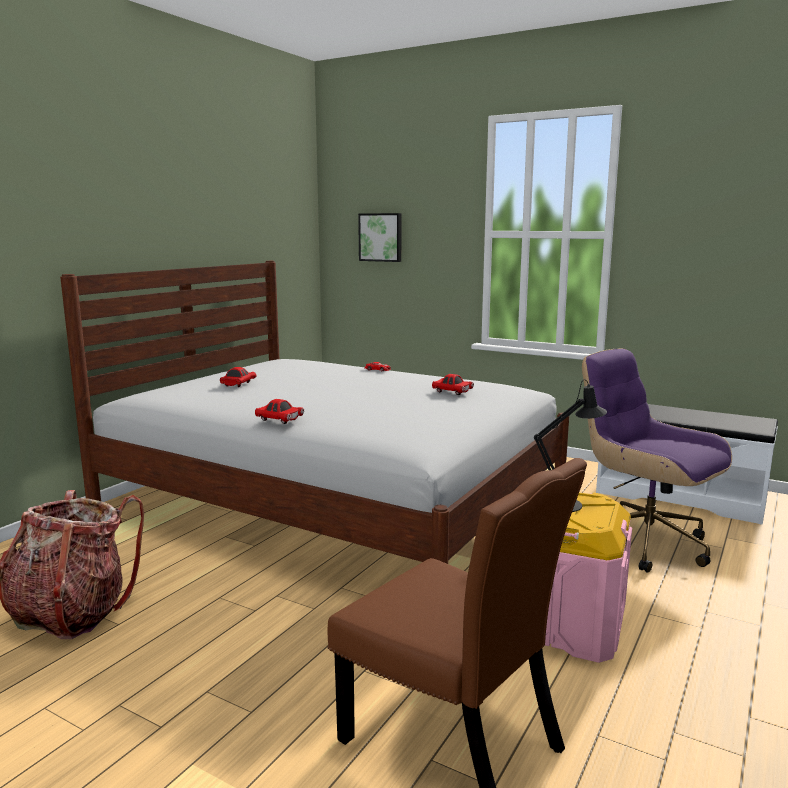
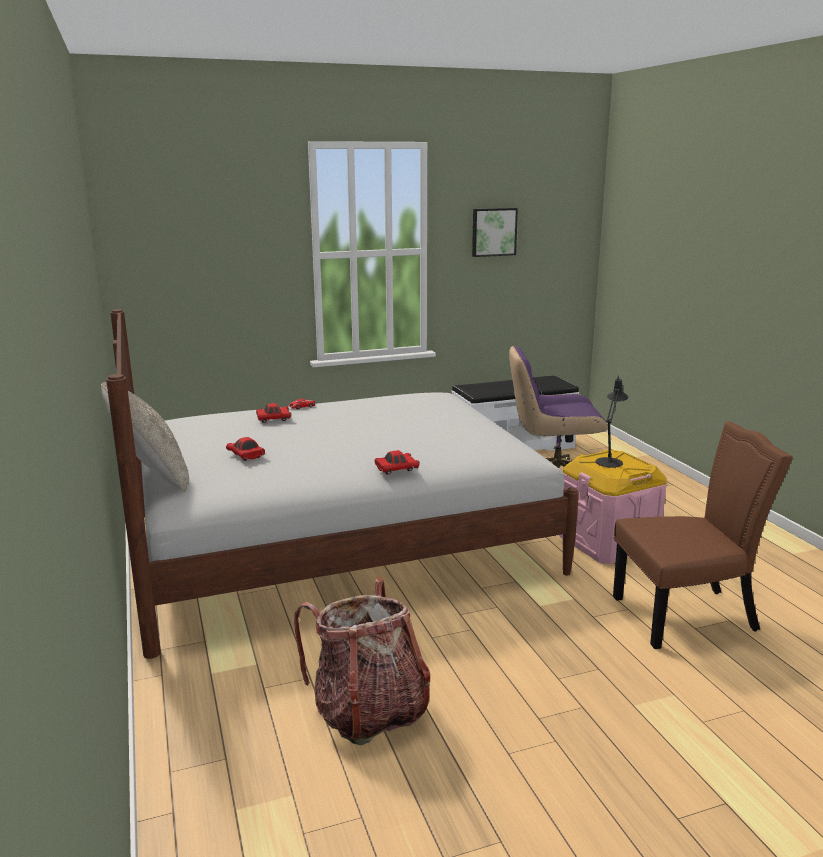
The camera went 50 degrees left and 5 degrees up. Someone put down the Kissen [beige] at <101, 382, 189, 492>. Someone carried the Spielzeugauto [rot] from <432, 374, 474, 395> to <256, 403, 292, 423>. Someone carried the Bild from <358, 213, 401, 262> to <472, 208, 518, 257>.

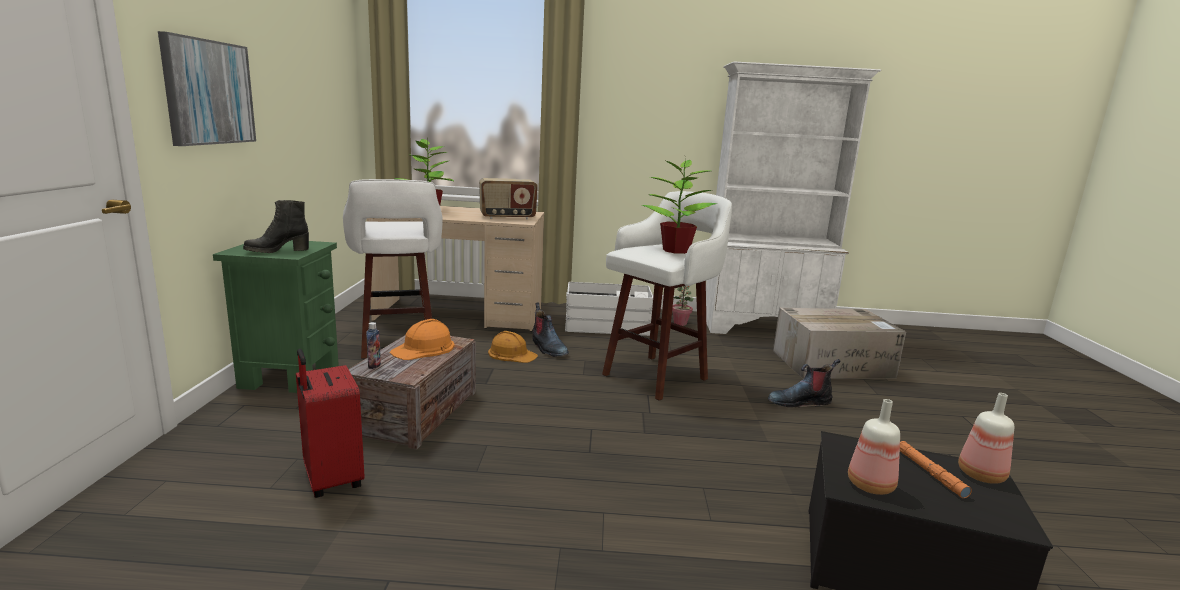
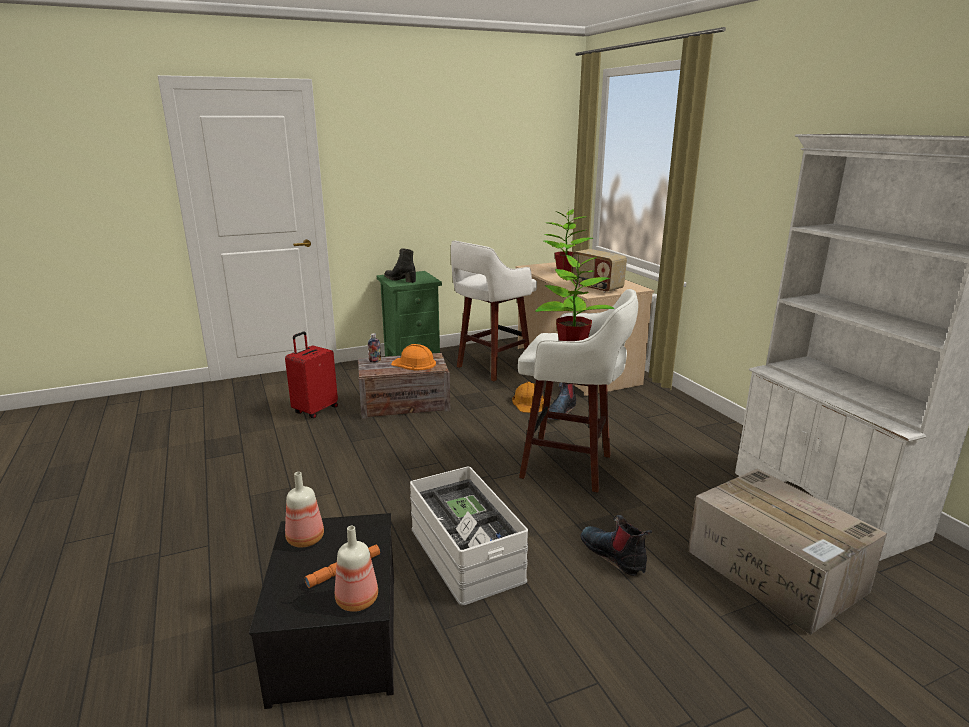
The camera went 65 degrees right and 5 degrees up. Someone carried the Aufbewahrungsbox [weiß] from <565, 282, 653, 336> to <410, 467, 528, 606>. Someone took away the Bild at <158, 31, 256, 146>. Someone took away the Topfpflanze at <672, 286, 694, 326>.

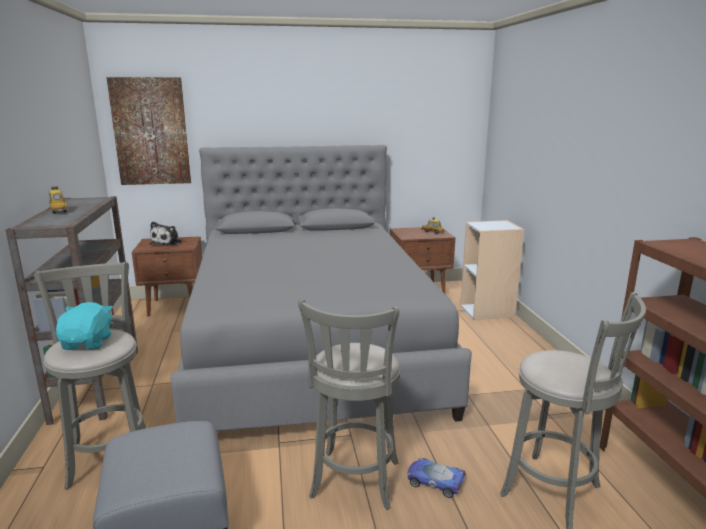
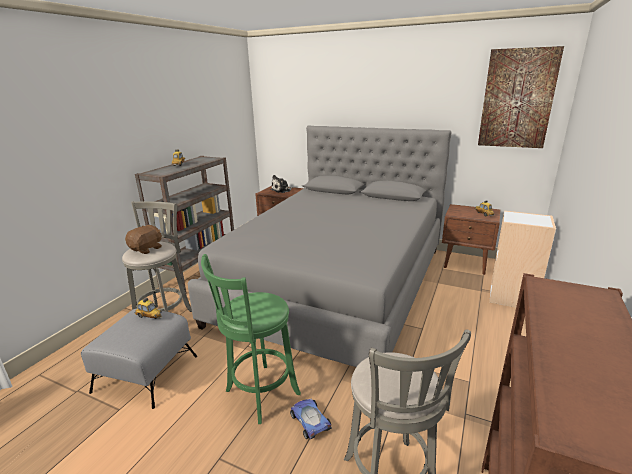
The camera went 35 degrees right and 5 degrees up. Someone repainted the Plüschtier [türkis] at <56, 302, 112, 350>, which became the Plüschtier [braun] at <125, 225, 162, 254>. Someone put down the Spielzeugauto at <134, 298, 162, 319>. Someone repainted the Hocker [grau] at <298, 299, 400, 510>, which became the Hocker [grün] at <201, 254, 301, 424>. Someone carried the Bild from <107, 77, 191, 185> to <478, 46, 564, 148>.

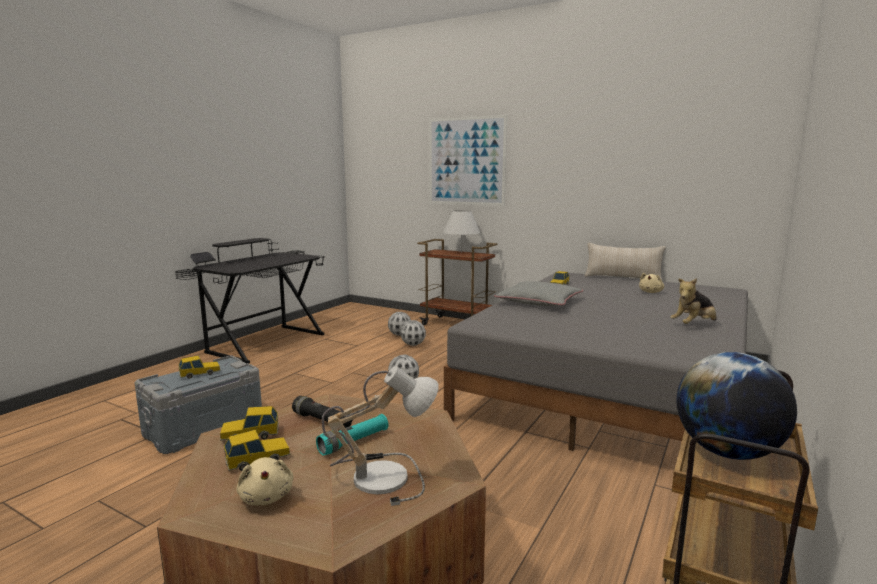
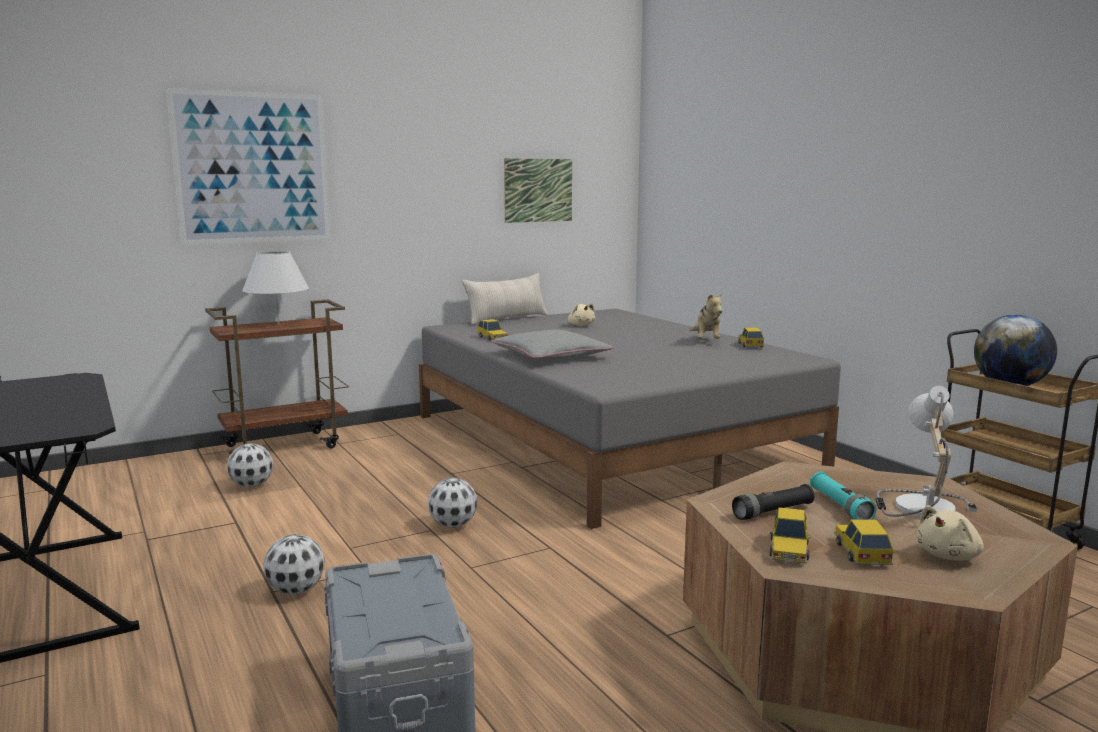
The camera went 60 degrees left and 0 degrees up. Someone carried the Fußball from <401, 320, 426, 346> to <263, 534, 325, 594>. Someone put up the Bild at <504, 158, 572, 223>. Someone carried the Spielzeugauto from <179, 355, 220, 379> to <738, 327, 764, 347>. Someone rotated the Plüschtier [beige] at <236, 457, 294, 505> by 135 degrees clockwise.

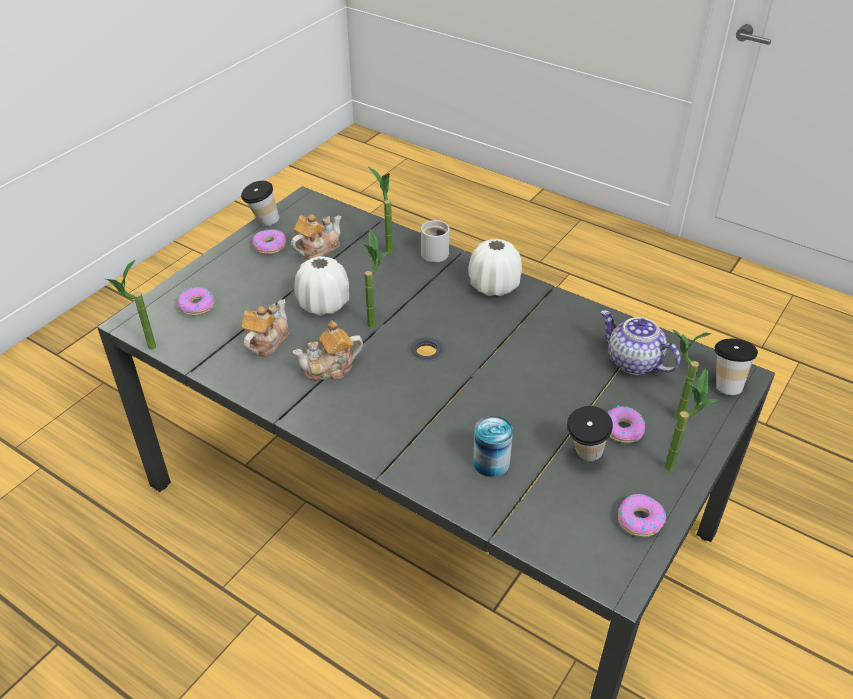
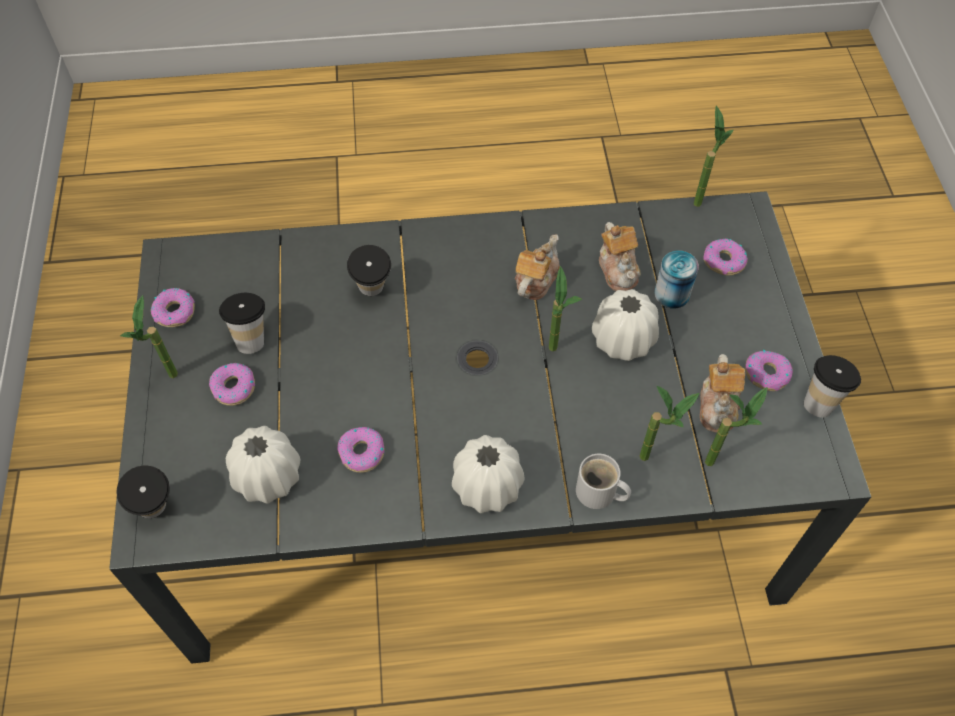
The camera went 140 degrees right and 15 degrees up. Someone swapped the Teekanne at <601, 310, 681, 375> for the Vase [weiß] at <226, 426, 300, 504>. Someone put down the Donut at <337, 427, 385, 473>. Someone put down the Tasse at <347, 245, 391, 296>. Someone carried the Dose from <473, 416, 513, 477> to <654, 250, 699, 309>. Someone carried the Topfpflanze from <672, 329, 712, 419> to <705, 387, 768, 466>.

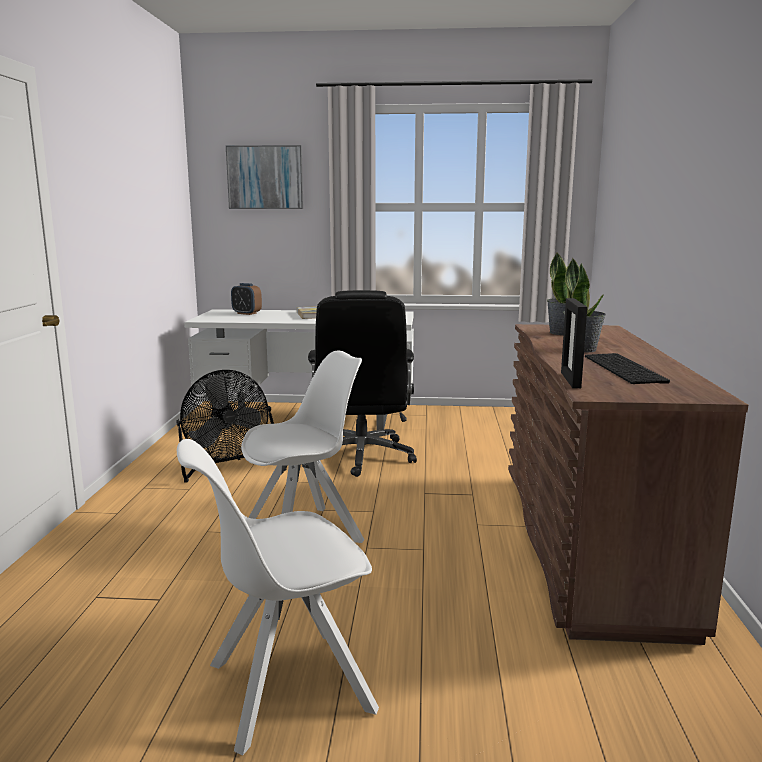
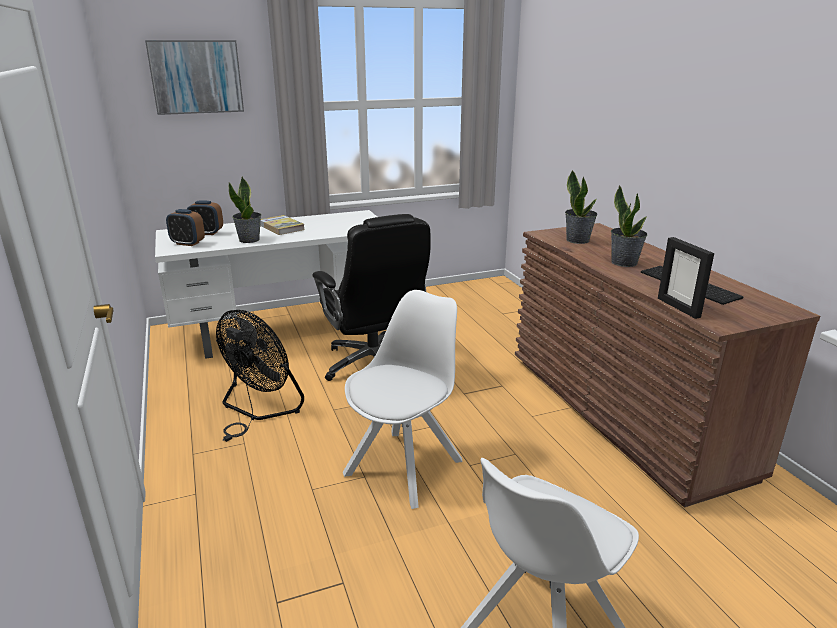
The camera went 25 degrees left and 10 degrees up. Someone put down the Wecker at <166, 209, 205, 246>. Someone rotated the Ventilator [schwarz] at <176, 370, 274, 483> by 90 degrees counterclockwise. Someone put down the Topfpflanze at <229, 176, 261, 243>.

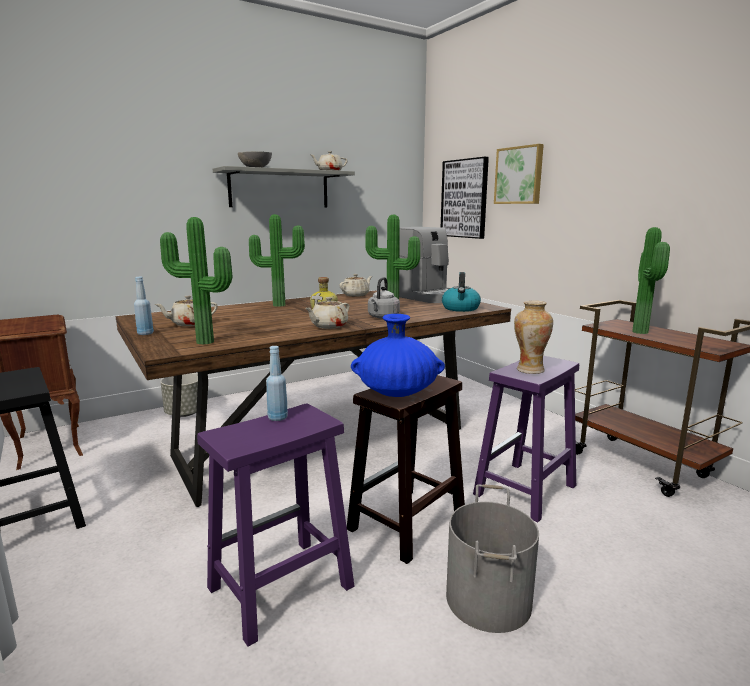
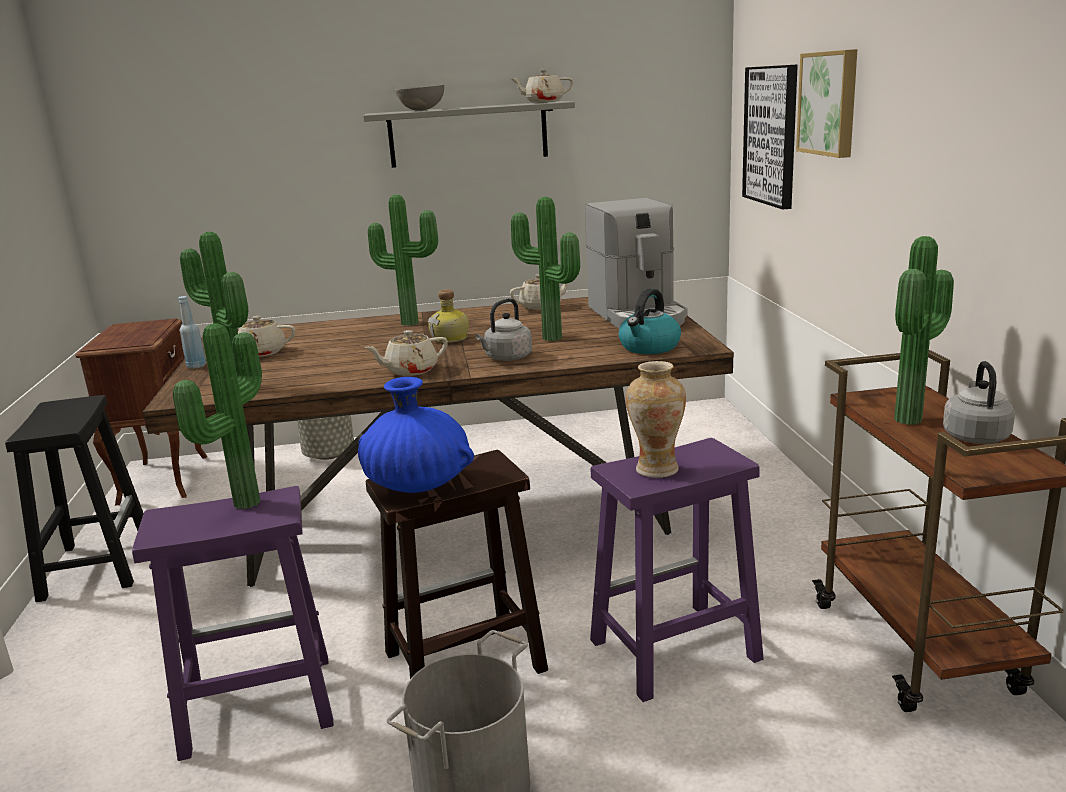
The camera went 25 degrees right and 5 degrees up. Someone swapped the Flasche [blau] at <266, 346, 288, 421> for the Topfpflanze at <173, 323, 262, 509>. Someone put down the Wasserkessel [grau] at <943, 361, 1015, 444>.

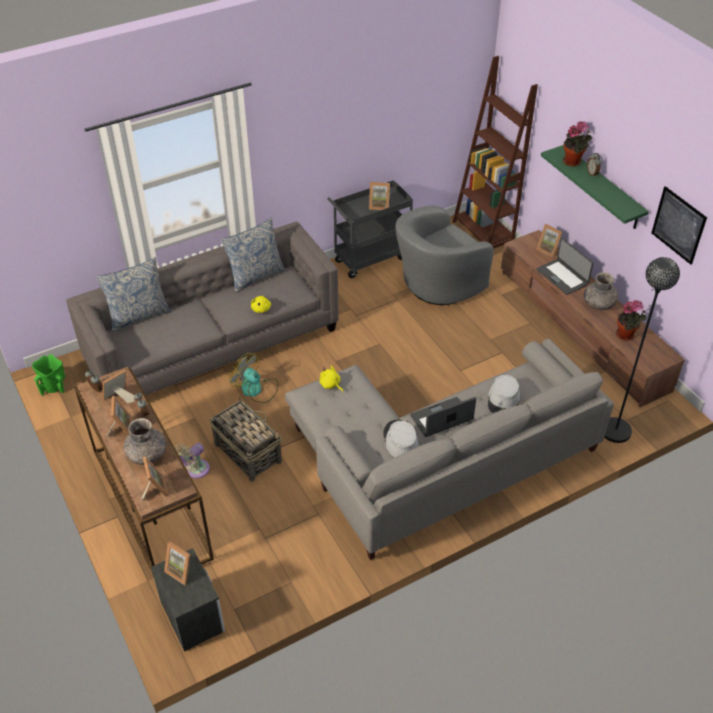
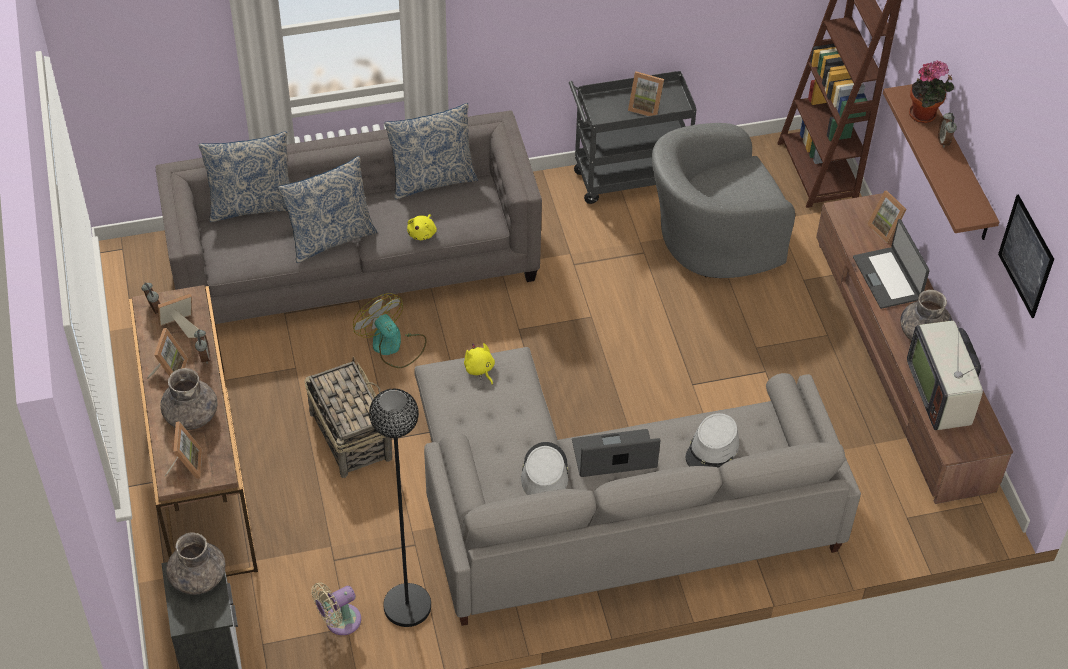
The camera went 15 degrees right and 5 degrees up. Someone swapped the Bilderrahmen at <164, 541, 191, 585> for the Vase [grau] at <166, 532, 225, 595>. Someone put down the Kissen at <278, 156, 377, 263>. Someone carried the Ventilator [beige] from <175, 443, 210, 479> to <311, 582, 361, 635>. Someone carried the Stehlampe [schwarz] from <604, 257, 680, 443> to <369, 388, 431, 627>. Someone repainted the Wandregal [grün] at <541, 145, 649, 229>, which became the Wandregal [braun] at <883, 84, 999, 240>. Someone swapped the Topfpflanze at <616, 300, 647, 341> for the Fernseher at <907, 321, 983, 430>. Someone took away the Vase [grün] at <32, 354, 65, 395>.

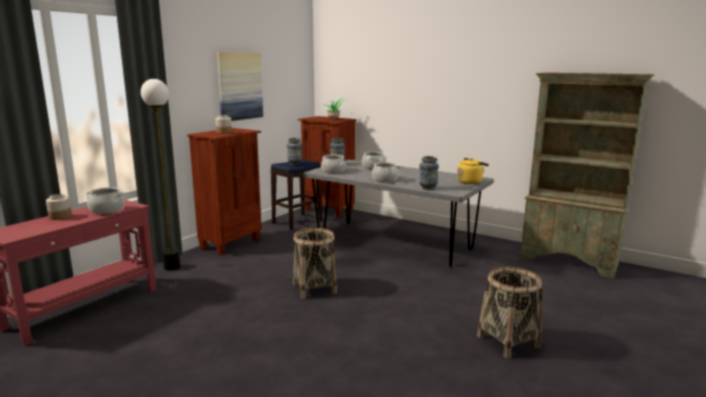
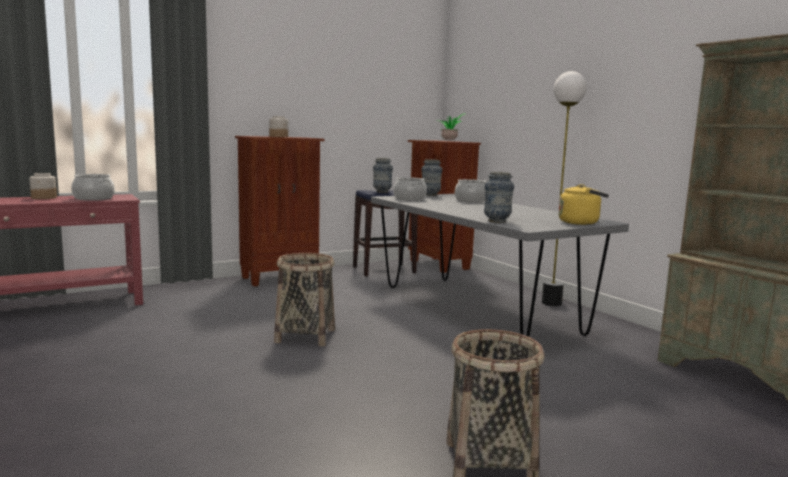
The camera went 25 degrees right and 5 degrees down. Someone carried the Stehlampe from <141, 79, 181, 271> to <542, 71, 587, 306>. Someone took away the Bild at <217, 52, 263, 121>. Someone took away the Kochtopf at <372, 162, 398, 183>.

